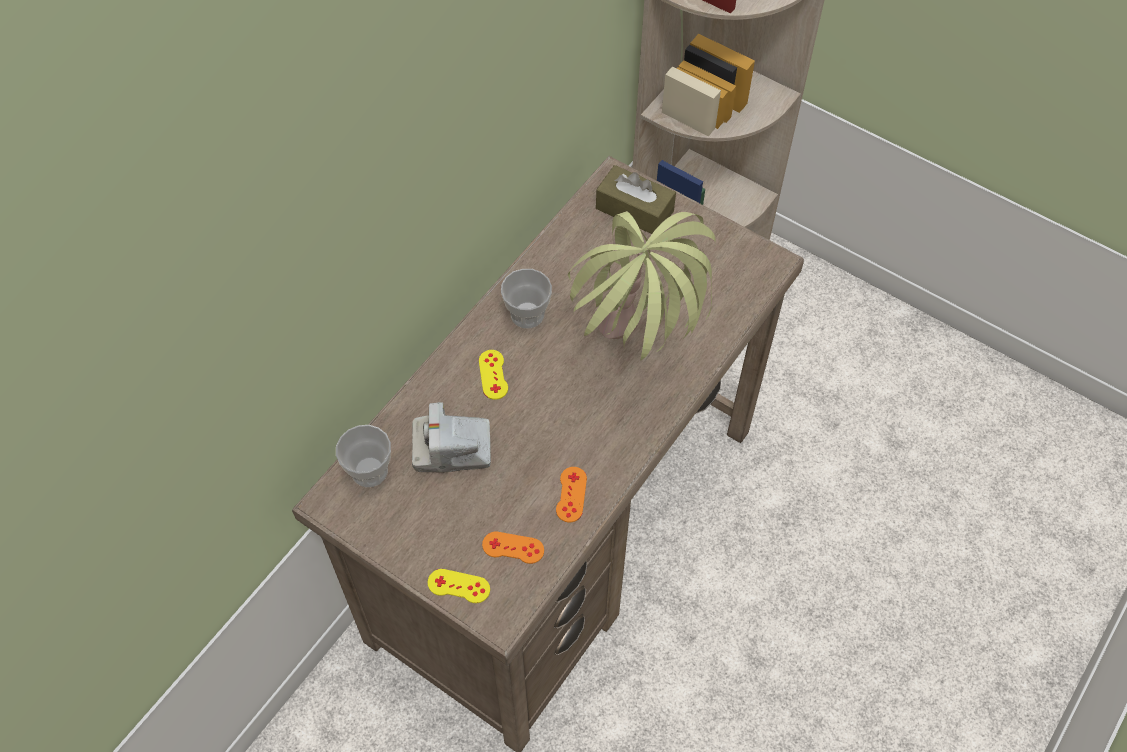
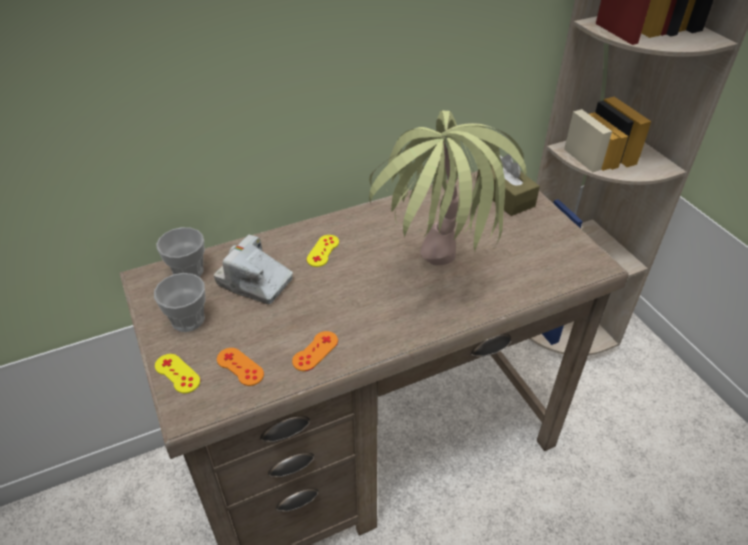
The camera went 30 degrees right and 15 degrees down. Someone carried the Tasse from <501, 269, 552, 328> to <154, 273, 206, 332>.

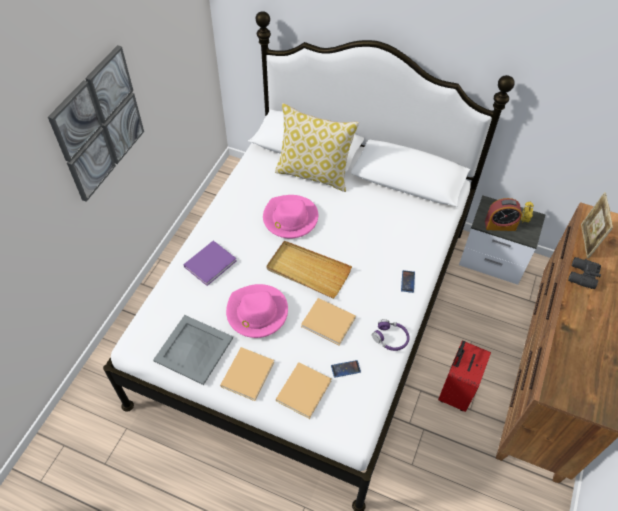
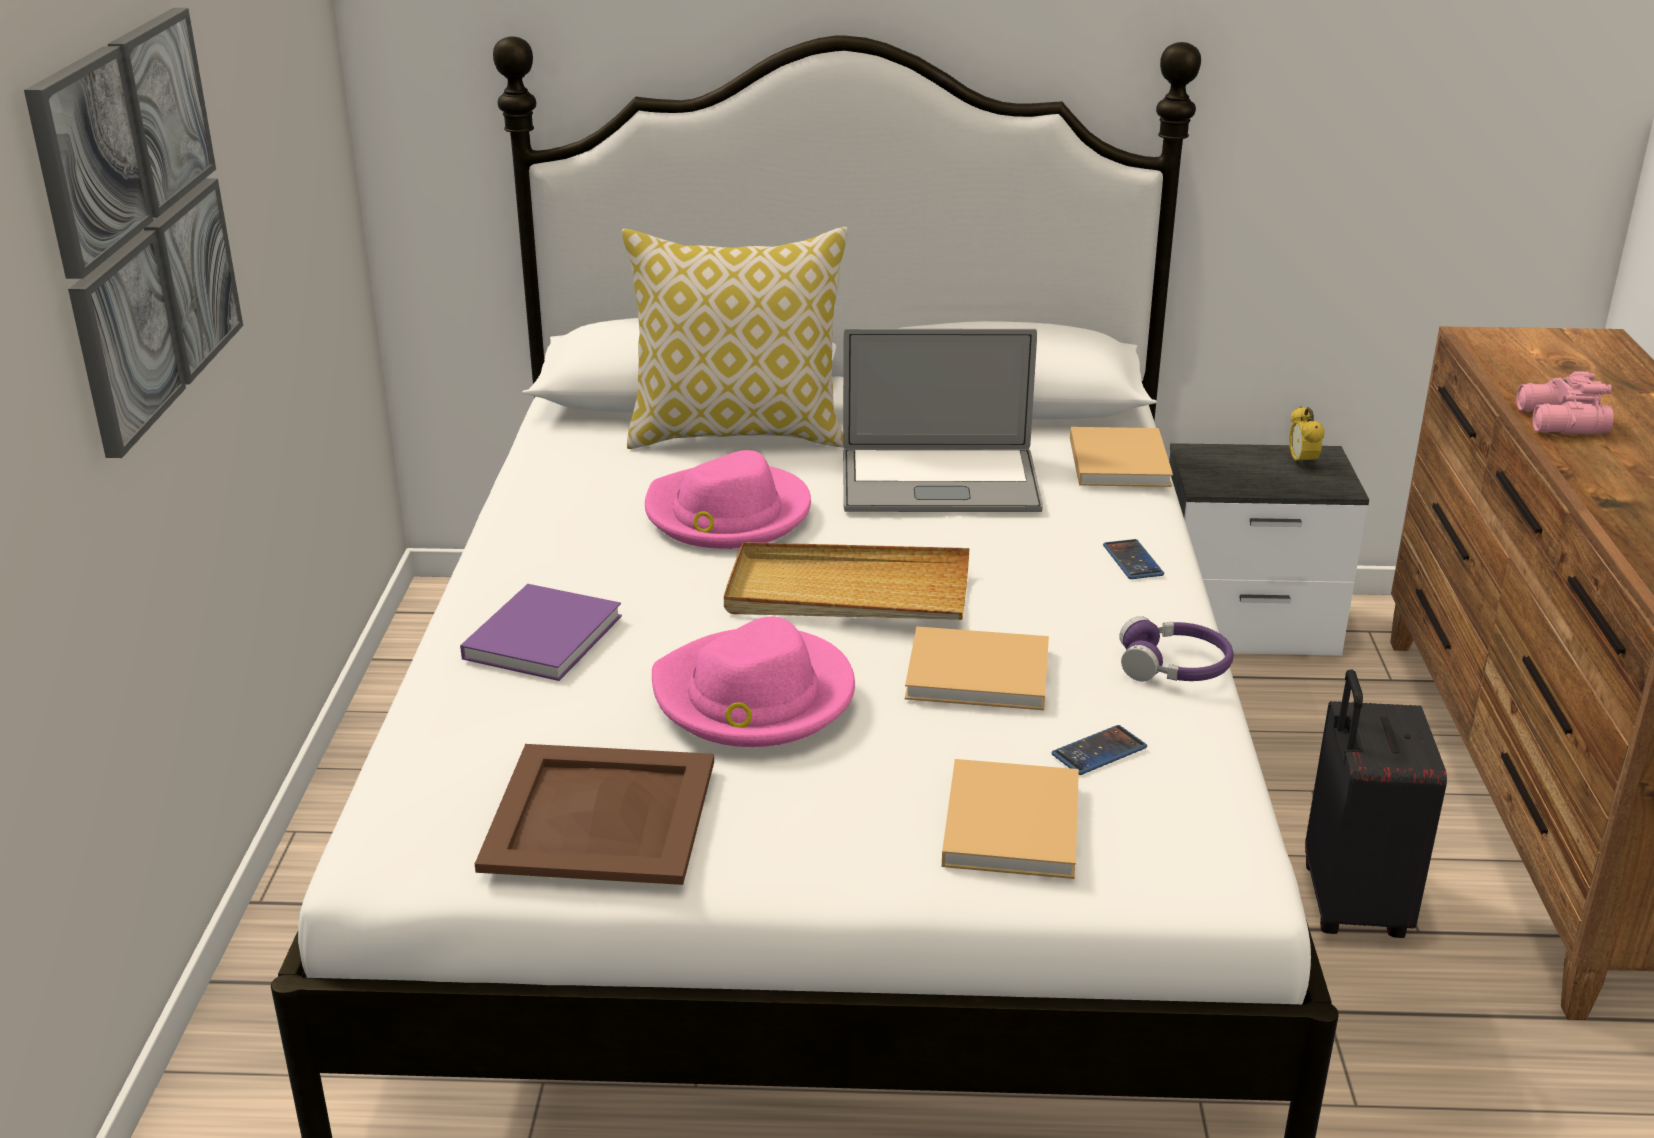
The camera went 20 degrees left and 25 degrees down. Someone repainted the Tablett [grau] at <153, 315, 233, 385>, which became the Tablett [braun] at <475, 744, 714, 885>. Someone put down the Laptop at <843, 328, 1043, 512>. Someone carried the Buch [beige] from <220, 347, 274, 401> to <1070, 427, 1173, 487>. Someone repainted the Koffer [rot] at <438, 340, 491, 412>, which became the Koffer [schwarz] at <1305, 670, 1447, 938>. Someone repainted the Fernglas [schwarz] at <568, 257, 601, 289>, which became the Fernglas [rosa] at <1516, 371, 1614, 434>. Someone took away the Wecker at <485, 198, 522, 231>. Someone took away the Bilderrahmen at <581, 192, 613, 258>.

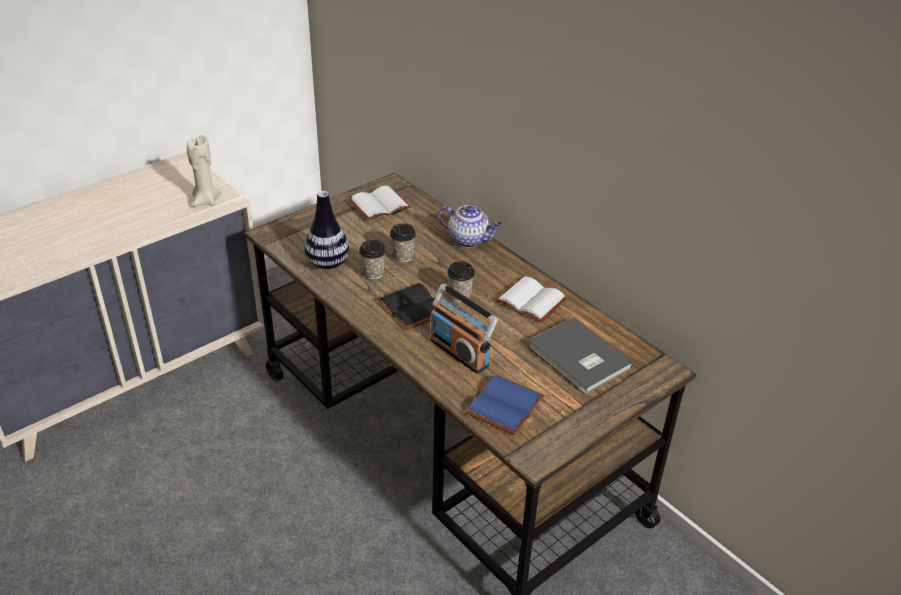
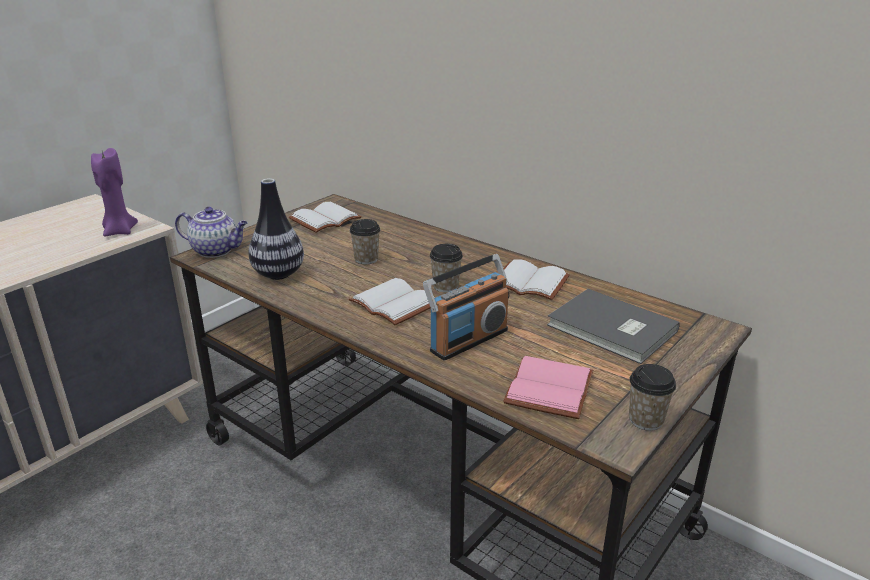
The camera went 10 degrees left and 10 degrees down. Someone repainted the Kerze [beige] at <187, 135, 221, 206>, which became the Kerze [lila] at <91, 148, 138, 236>. Someone carried the Teekanne from <438, 205, 501, 248> to <175, 207, 248, 258>. Someone repainted the Buch [schwarz] at <377, 283, 435, 330>, which became the Buch [weiß] at <349, 278, 431, 325>. Someone rotated the Radio at <430, 284, 498, 374> by 75 degrees counterclockwise. Someone repainted the Buch [blau] at <465, 375, 545, 435>, which became the Buch [rosa] at <503, 356, 594, 419>. Someone carried the Tasse from <359, 240, 386, 280> to <629, 364, 676, 431>.

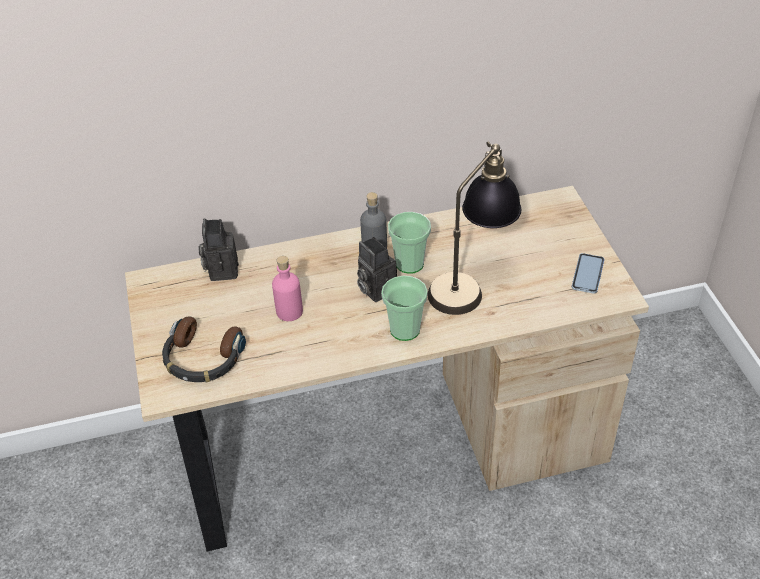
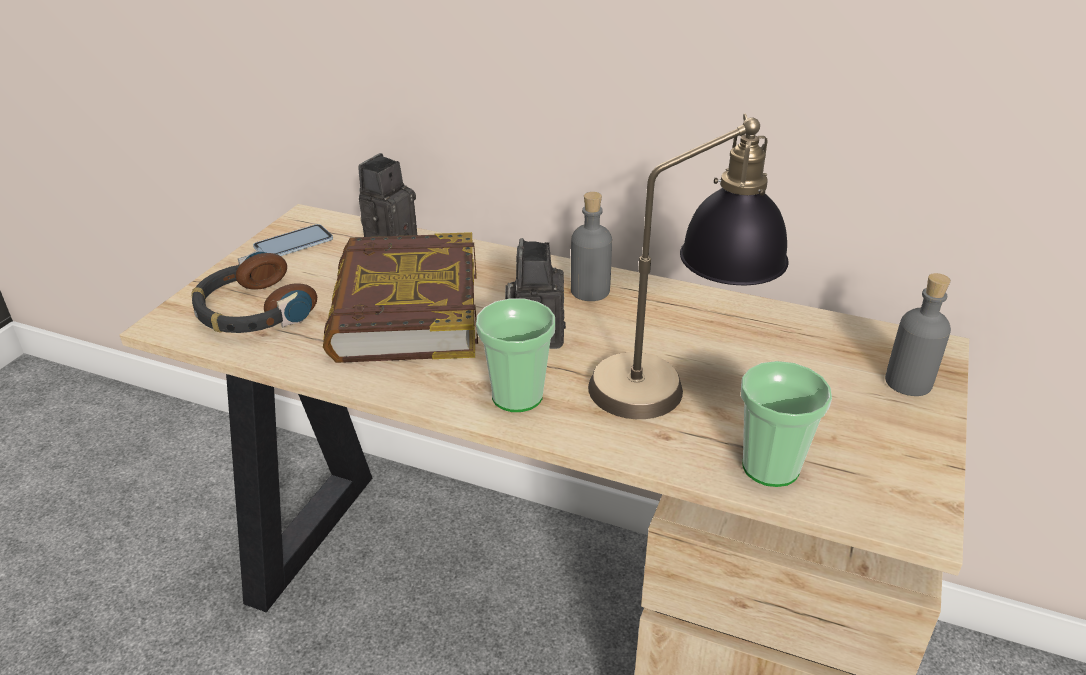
The camera went 35 degrees right and 10 degrees down. Someone carried the Handy from <572, 253, 604, 294> to <253, 224, 333, 256>. Someone swapped the Flasche [rosa] at <272, 256, 303, 321> for the Buch at <323, 232, 478, 363>. Someone carried the Tasse from <388, 212, 431, 274> to <741, 361, 832, 487>. Someone put down the Flasche [grau] at <885, 273, 951, 396>.

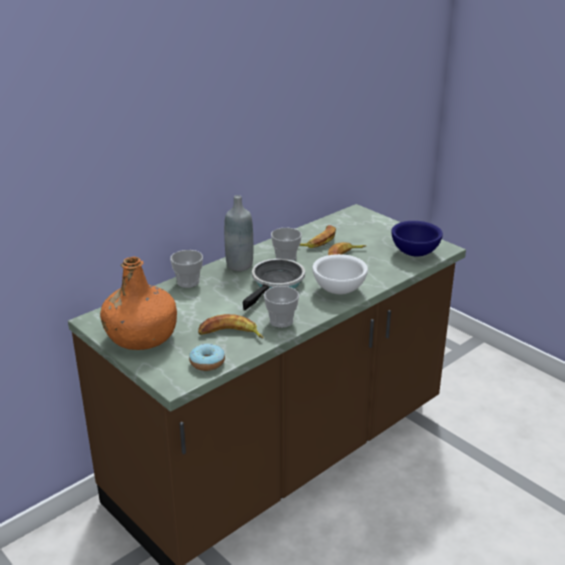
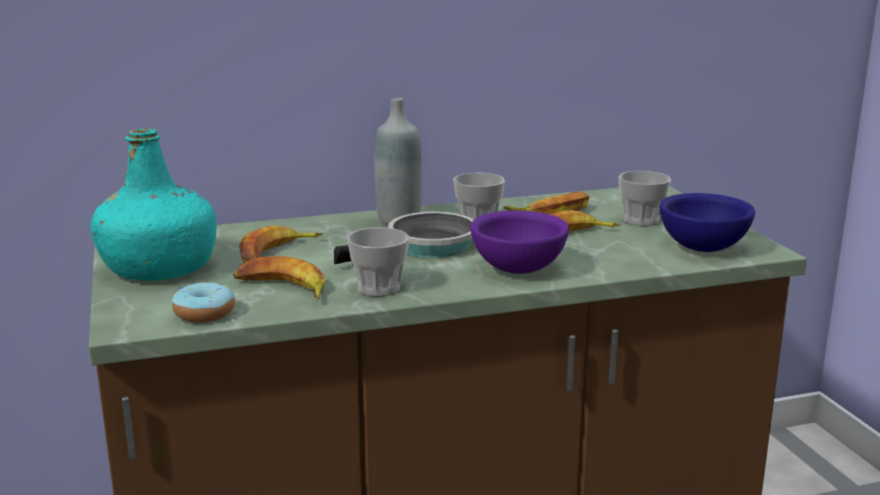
The camera went 25 degrees right and 10 degrees down. Someone repainted the Flasche [orange] at <100, 257, 177, 350>, which became the Flasche [türkis] at <90, 129, 216, 281>. Someone put down the Banane at <239, 226, 323, 263>. Someone repainted the Schüssel [weiß] at <312, 254, 368, 294>, which became the Schüssel [lila] at <470, 210, 569, 274>. Someone carried the Tasse from <170, 250, 203, 288> to <618, 171, 671, 226>.

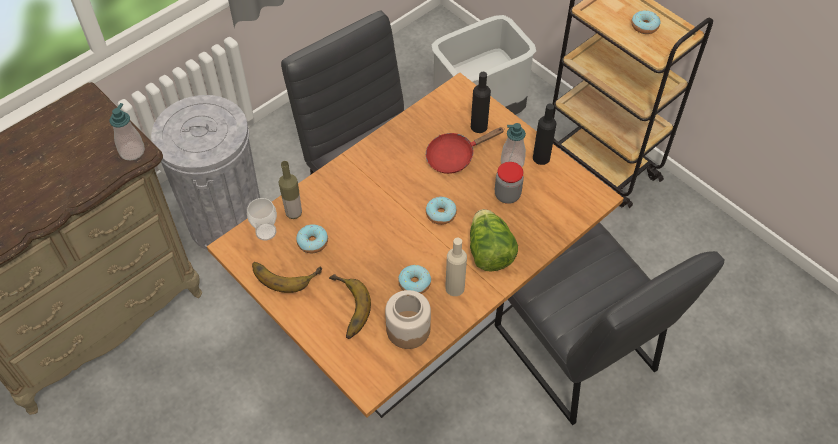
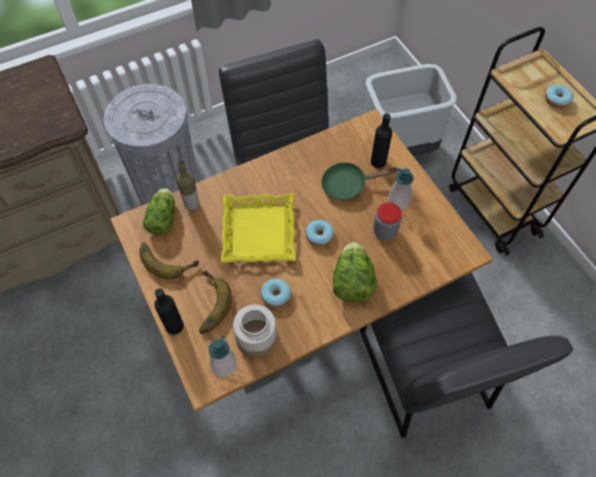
The camera went 15 degrees right and 5 degrees up. Someone swapped the Tasse at <247, 198, 277, 241> for the Salatkopf at <143, 188, 175, 235>. Someone carried the Flasche [schwarz] from <533, 104, 557, 165> to <154, 288, 184, 335>. Someone carried the Seifenspender from <109, 103, 145, 161> to <209, 335, 237, 377>. Someone put down the Tablett [gelb] at <221, 193, 296, 263>. Someone repainted the Pfanne [rot] at <426, 127, 504, 174>, which became the Pfanne [grün] at <321, 162, 397, 200>. Someone took away the Donut at <296, 224, 328, 253>. Someone took away the Flasche [beige] at <445, 238, 467, 296>.

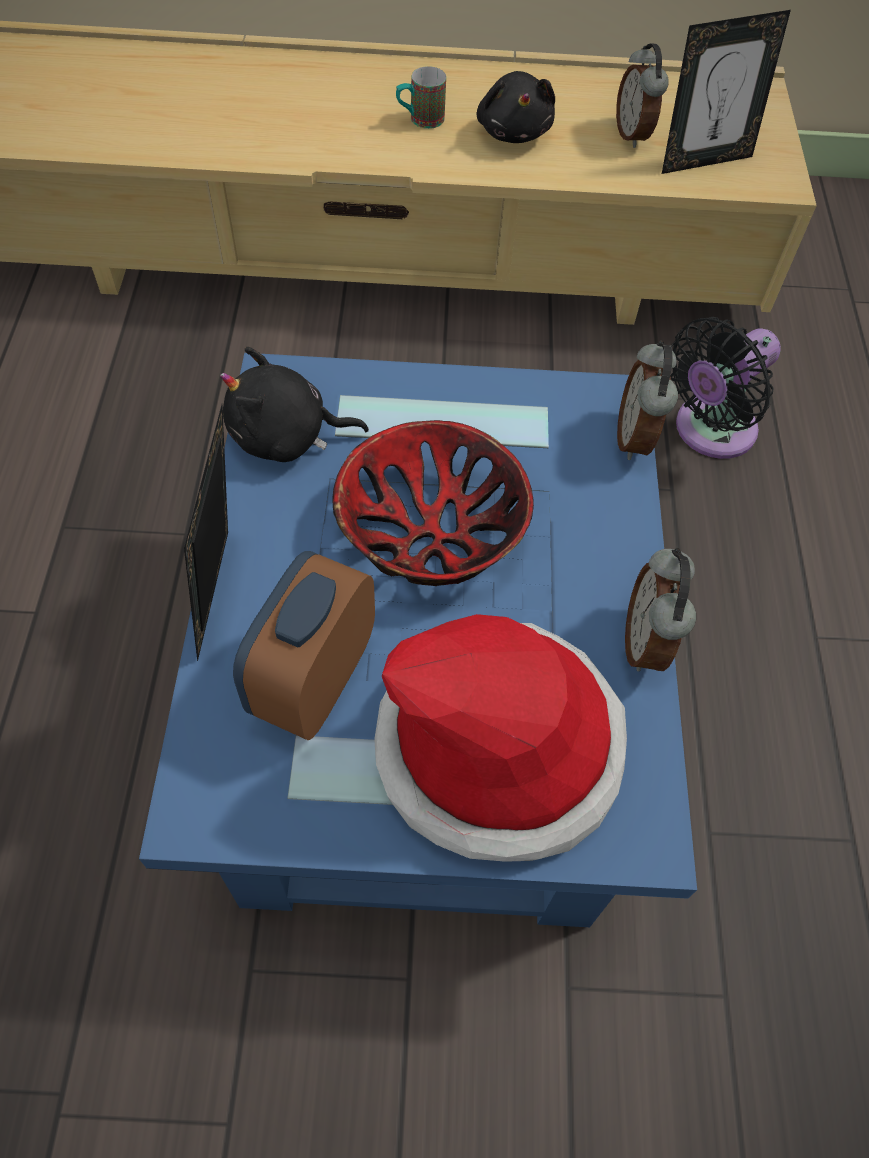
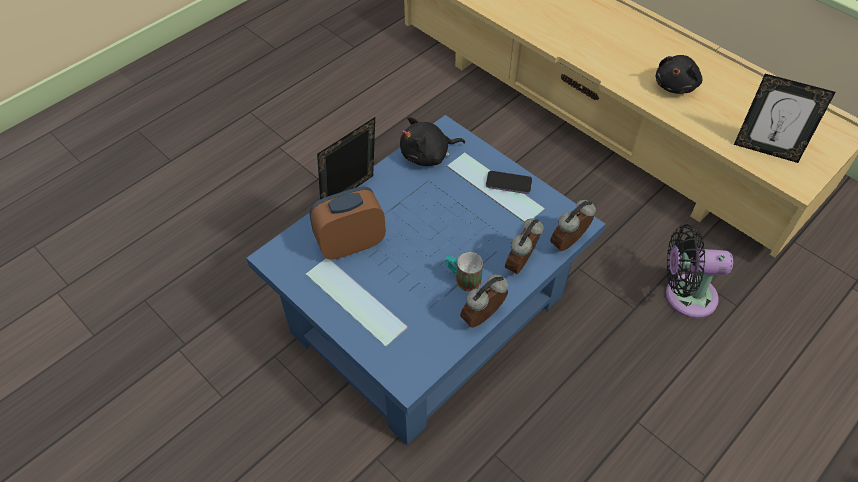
The camera went 45 degrees right and 5 degrees down. Someone rotated the Plüschtier [schwarz] at <220, 347, 369, 462> by 60 degrees counterclockwise. Someone carried the Henkelbecher from <396, 66, 446, 129> to <446, 252, 483, 292>. Someone put down the Handy at <486, 171, 532, 194>. Someone carried the Wecker from <616, 44, 669, 148> to <505, 218, 544, 274>. Someone took away the Schüssel at <332, 420, 534, 586>. Someone took away the Hut at <374, 614, 627, 862>.

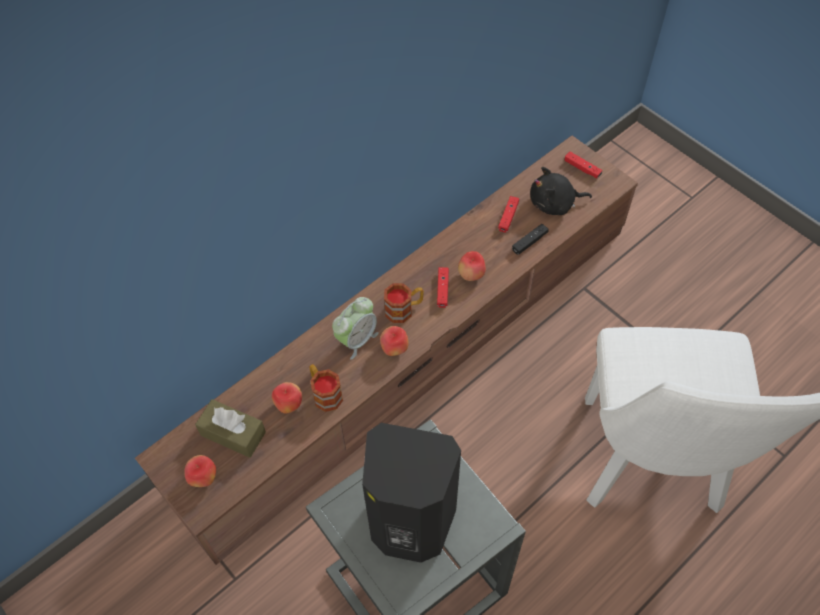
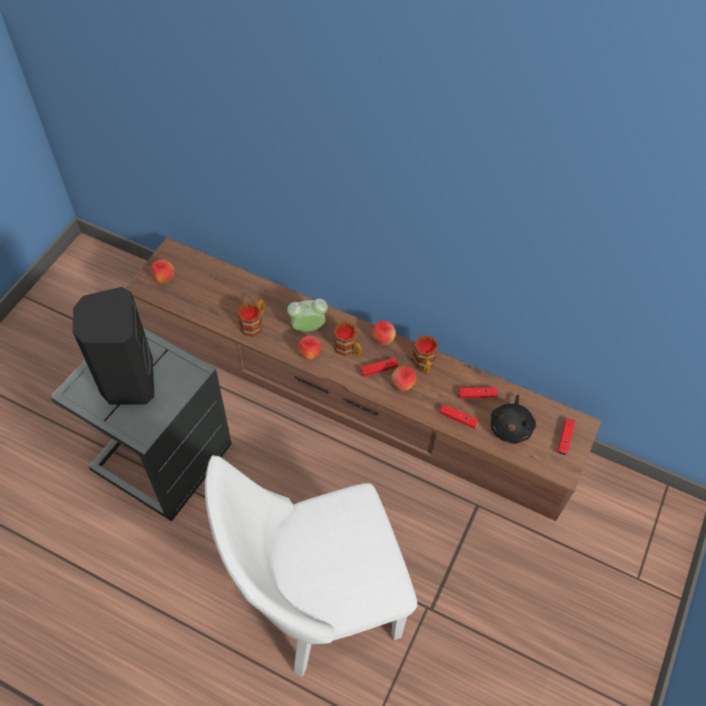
The camera went 65 degrees right and 0 degrees up. Someone rotated the Wecker at <332, 297, 379, 360> by 150 degrees clockwise. Someone carried the Apfel from <272, 382, 302, 414> to <372, 320, 396, 345>. Someone put down the Henkelbecher at <412, 335, 439, 374>. Someone repainted the Gamepad [schwarz] at <512, 224, 549, 255>, which became the Gamepad [rot] at <440, 404, 479, 429>. Someone rotated the Plüschtier [schwarz] at <530, 167, 592, 215> by 135 degrees counterclockwise. Someone took away the Taschentuchbox [braun] at <195, 399, 266, 458>.

